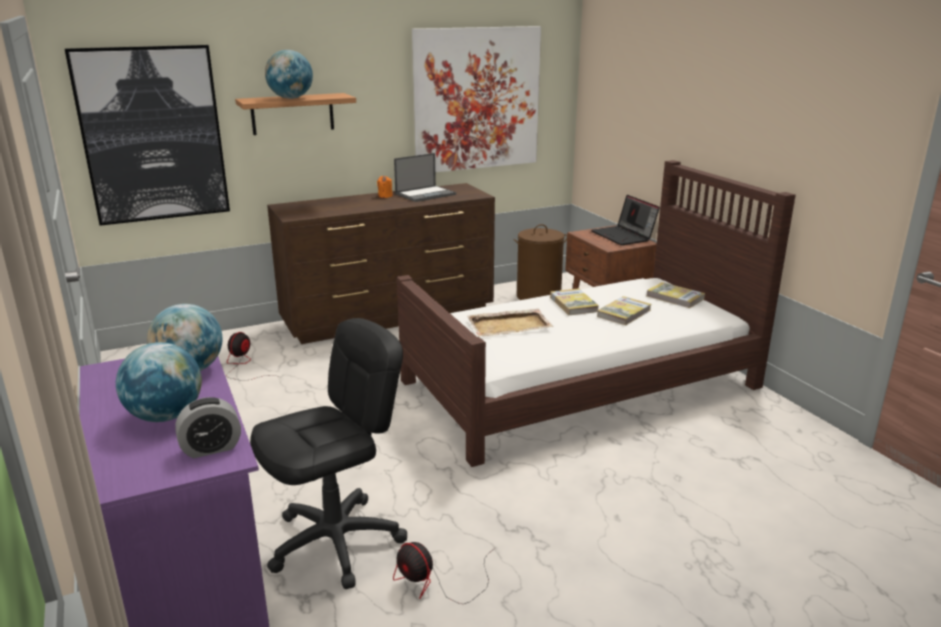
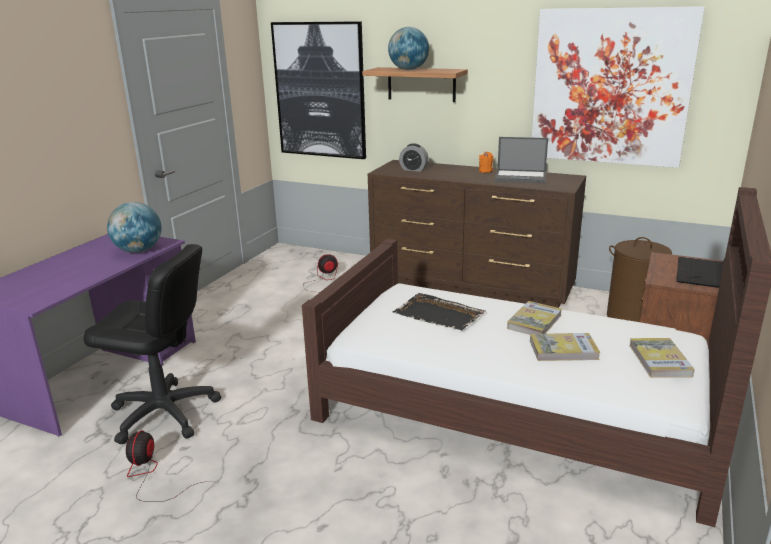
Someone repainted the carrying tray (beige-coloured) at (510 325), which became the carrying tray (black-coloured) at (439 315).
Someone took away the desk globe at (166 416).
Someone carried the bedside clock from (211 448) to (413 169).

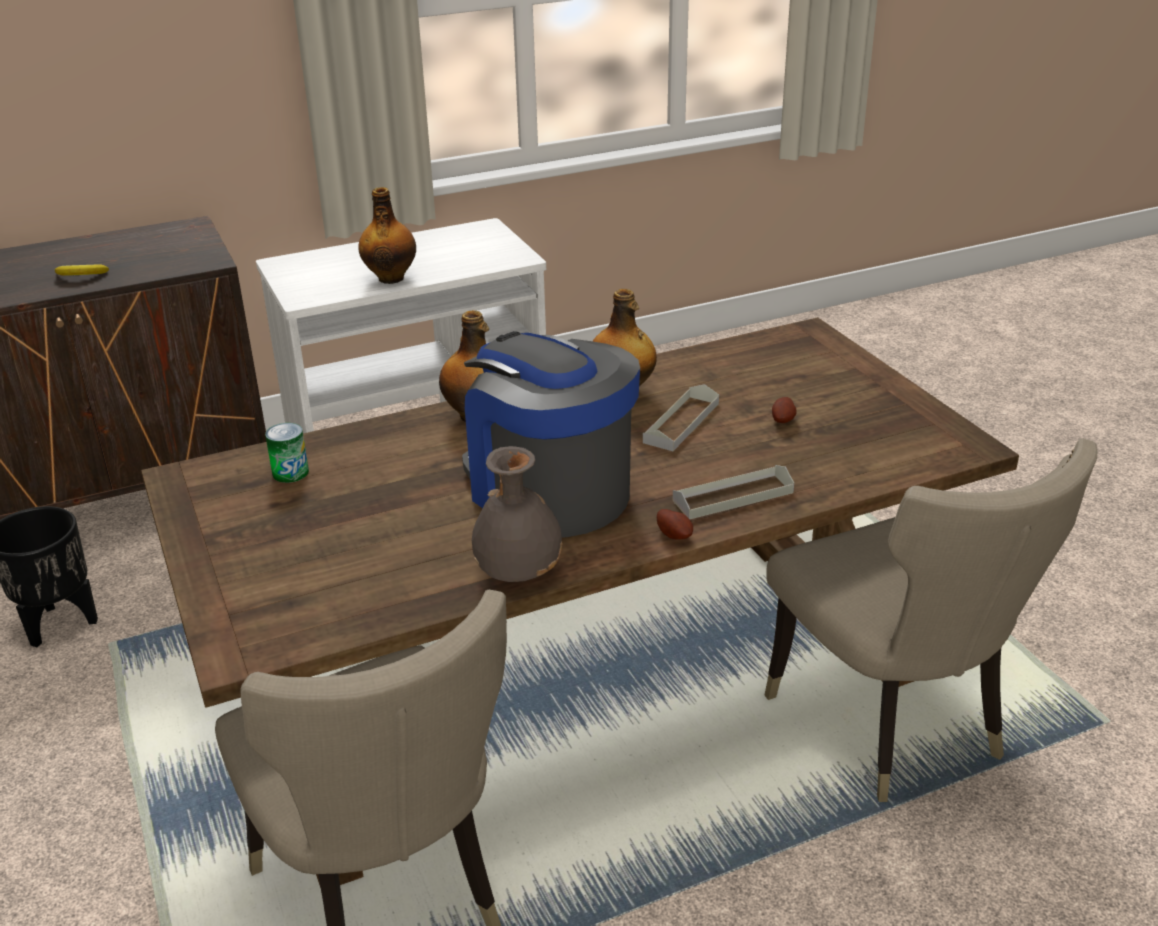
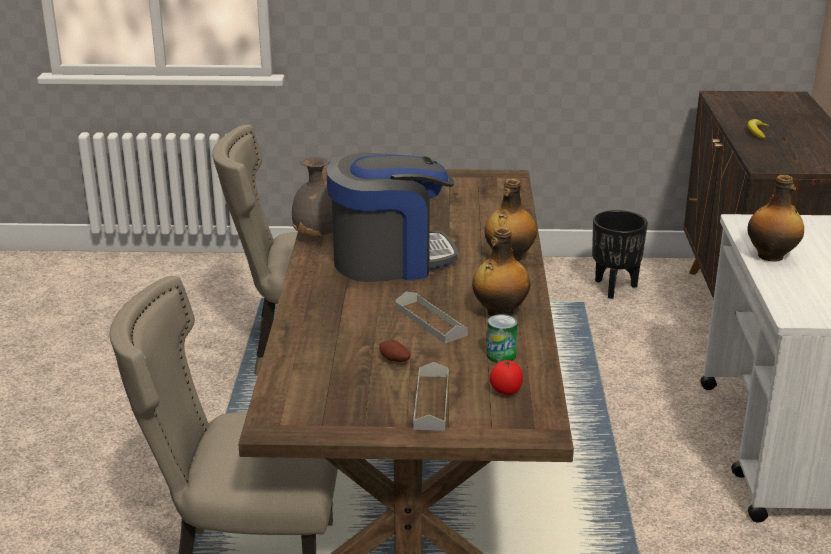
Someone carried the sealed can from (290 473) to (501 355).
Someone carried the carrying tray (gray) from (733 496) to (431 402).
Someone took away the spud at (675 535).
Someone put down the tomato at (505 392).

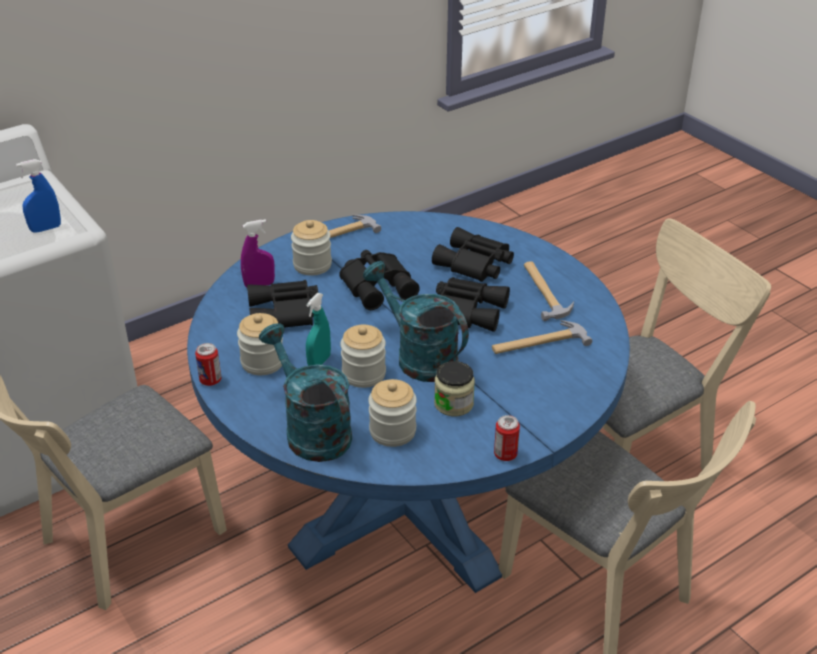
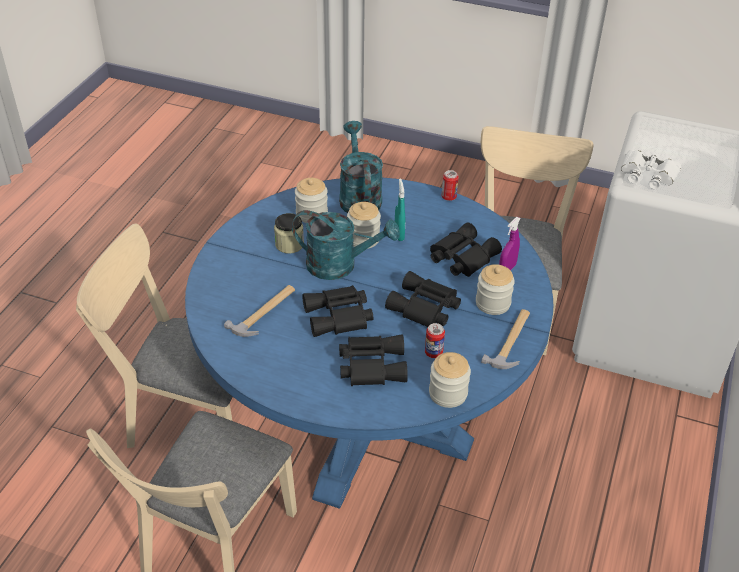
Someone swapped the spray bottle (blue) at (46 228) for the pair of binoculars (whitish) at (647 175).
Someone took away the tool hammer at (544 292).
Someone carried the preserve jar from (262 362) to (448 393).
Someone rotated the sprinkling can (turquoise) at (311 430) by 120 degrees counterclockwise.
Someone carried the sealed can from (505 454) to (433 353).

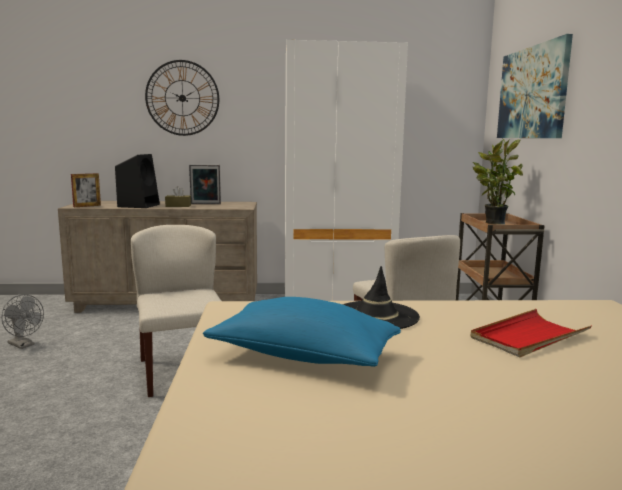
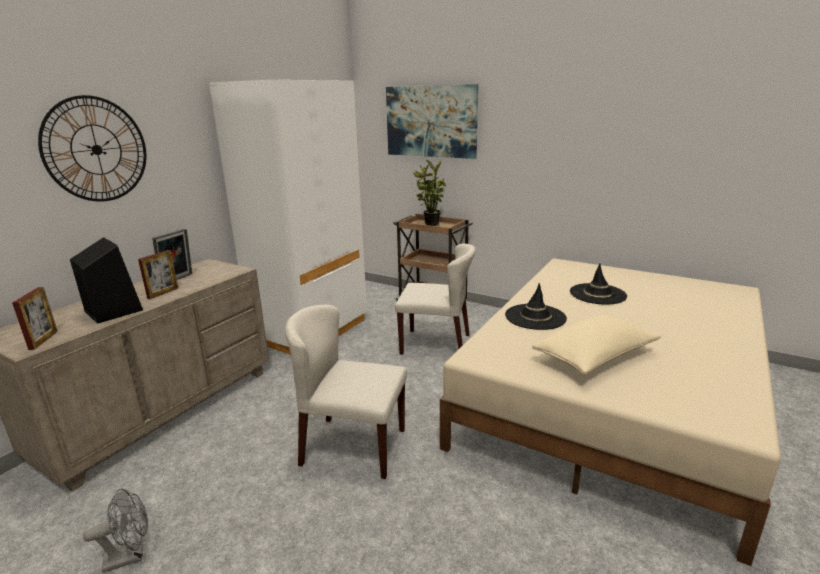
Someone swapped the tissue holder (brown) at (178 206) for the standing frame at (163 293).
Someone repainted the throw pillow (blue) at (303 357), which became the throw pillow (beige-coloured) at (595 357).
Someone swapped the carrying tray (red-coloured) at (528 337) for the clothing hat (black-coloured) at (597 294).

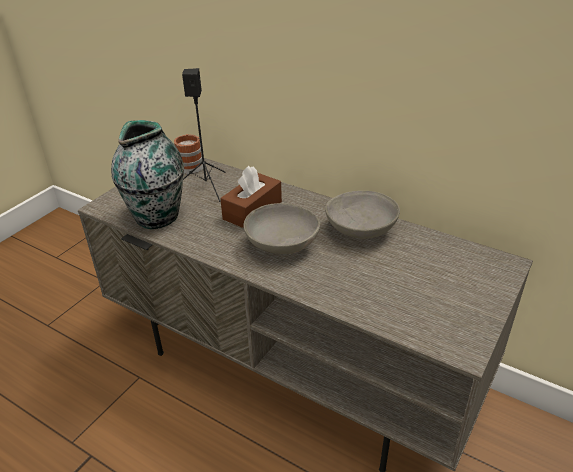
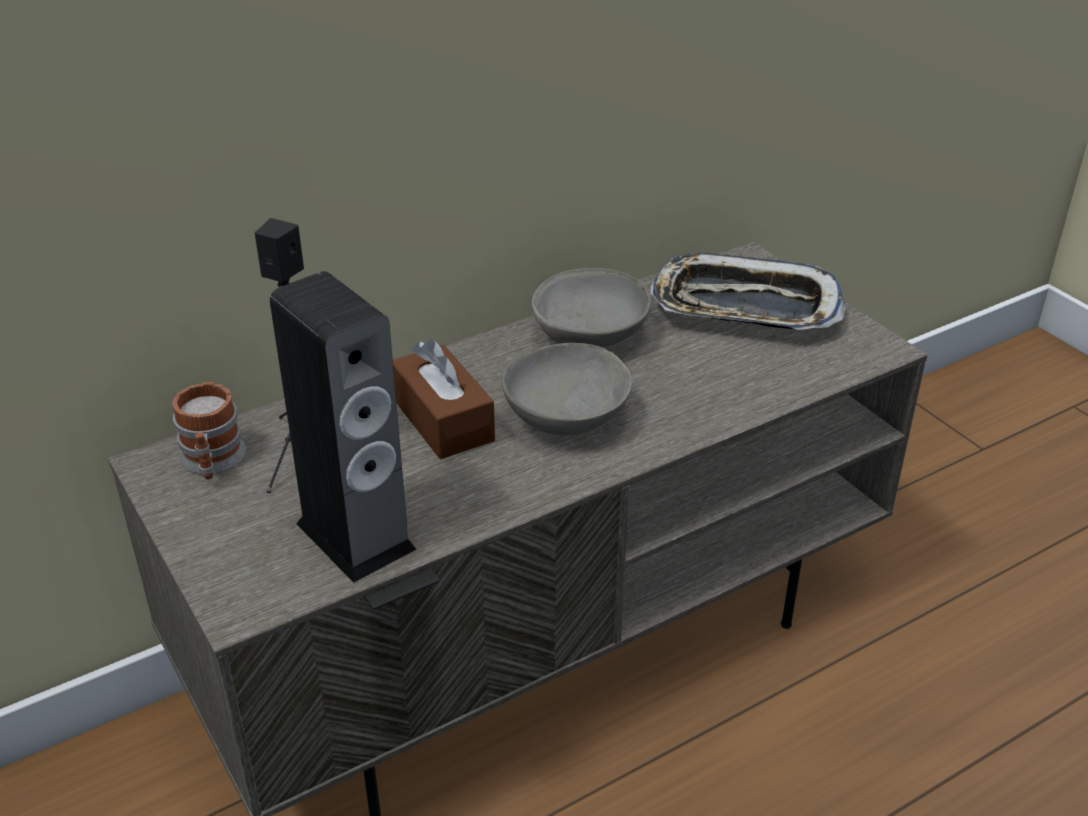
Someone swapped the flower vase at (157 216) for the loudspeaker at (355 536).
Someone put down the carrying tray at (744 306).

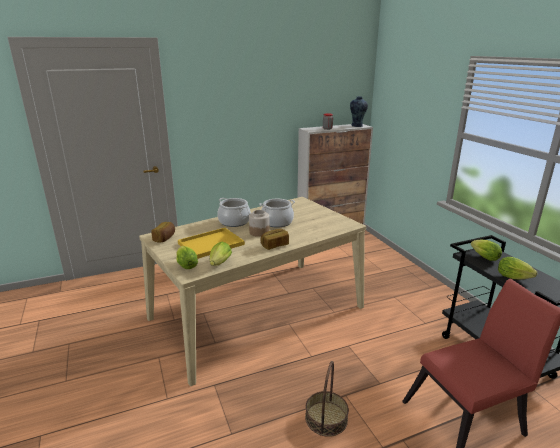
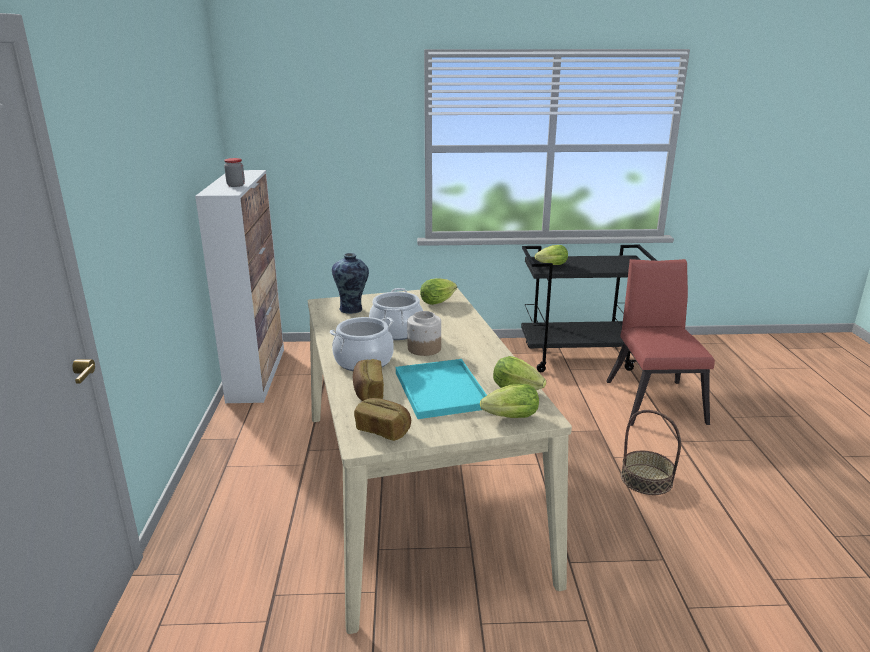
Someone carried the flower vase from (357 126) to (352 309).
Someone repainted the carrying tray (yellow-coloured) at (212 243), which became the carrying tray (turquoise) at (439 389).
Someone carried the bakery bread from (274 245) to (368 391).
Someone carried the lettuce from (515 278) to (439 301).

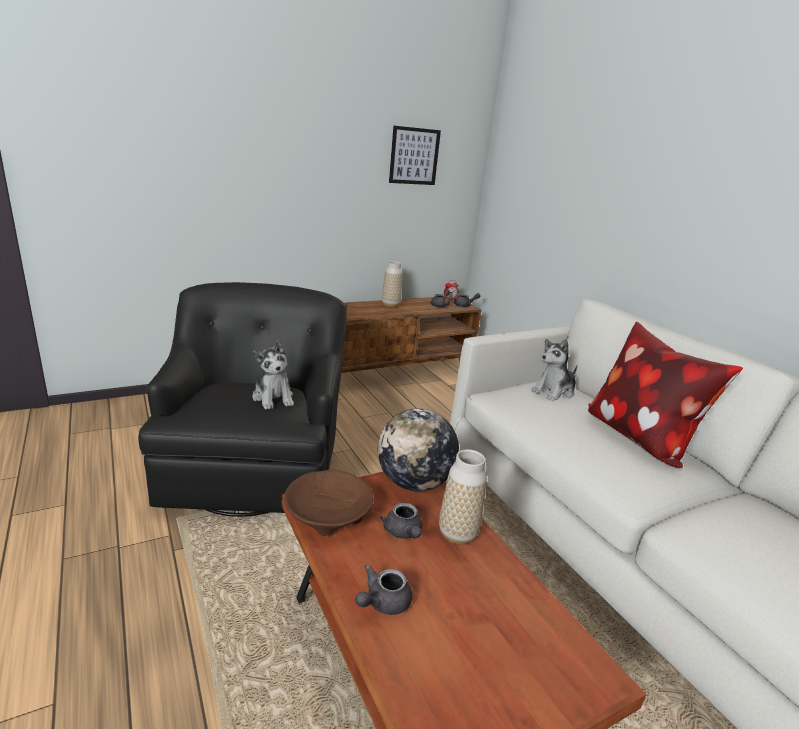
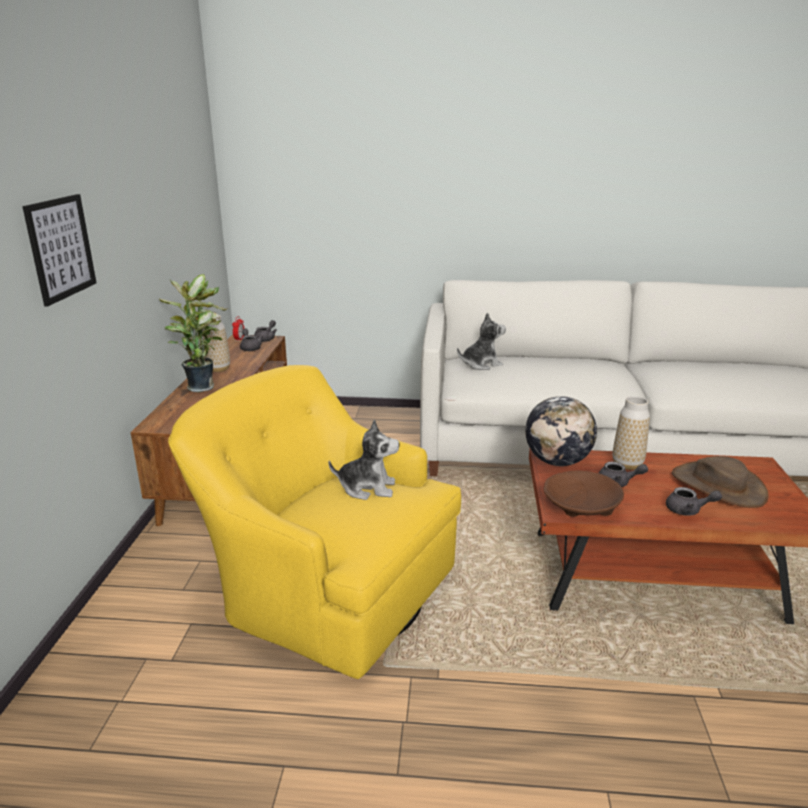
Someone carried the wall picture from (414 156) to (61 248).
Someone repainted the easy chair (black-coloured) at (254 463), which became the easy chair (yellow-coloured) at (326 588).
Someone took away the throw pillow at (639 437).
Someone rotated the soft toy at (554 392) by 105 degrees counterclockwise.
Someone rotated the pot for tea (gray) at (382 602) by 60 degrees counterclockwise.
Someone put down the plant in a pot at (202 386).
Someone put down the clothing hat (brown) at (718 486).

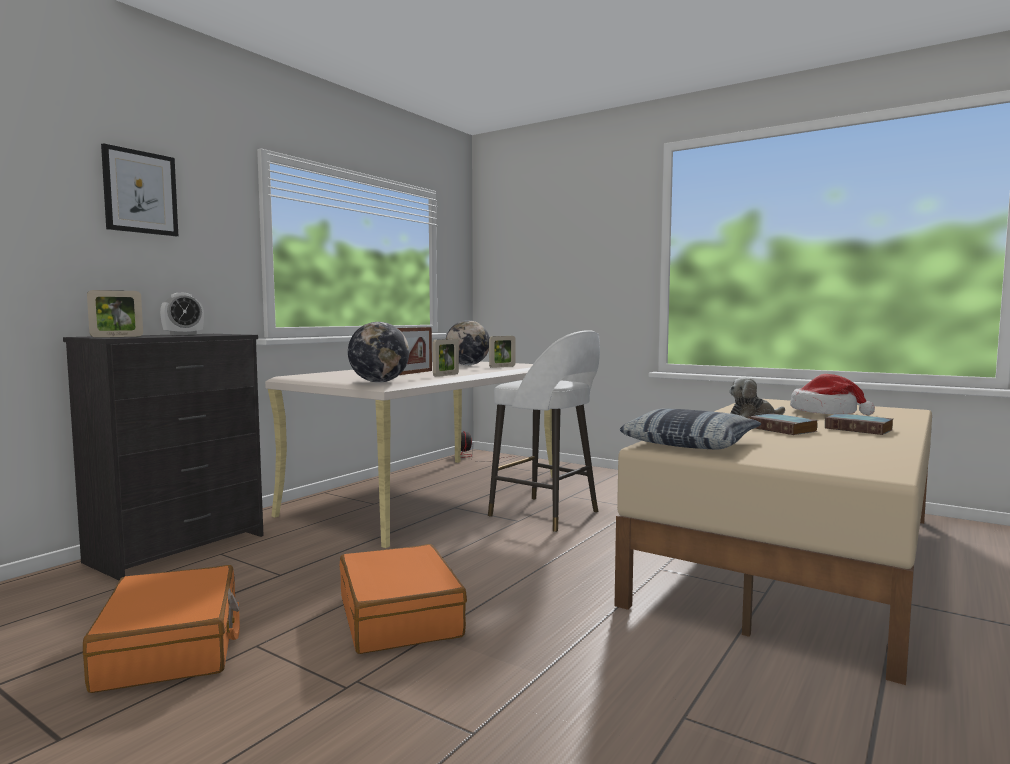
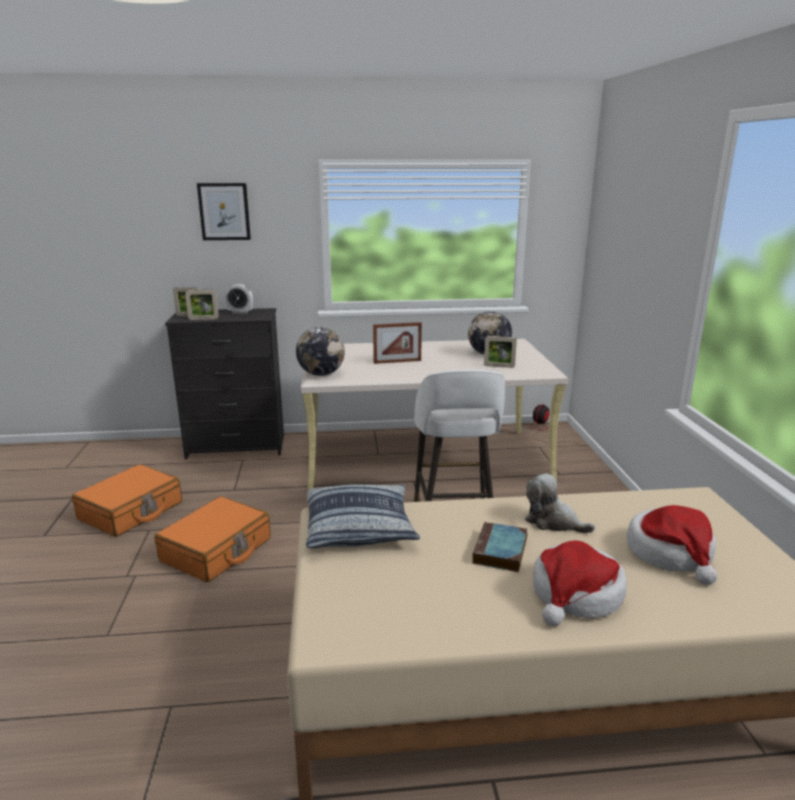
Someone carried the standing frame from (446 375) to (203 319).
Someone swapped the book at (860 429) for the clothing hat at (575 595).

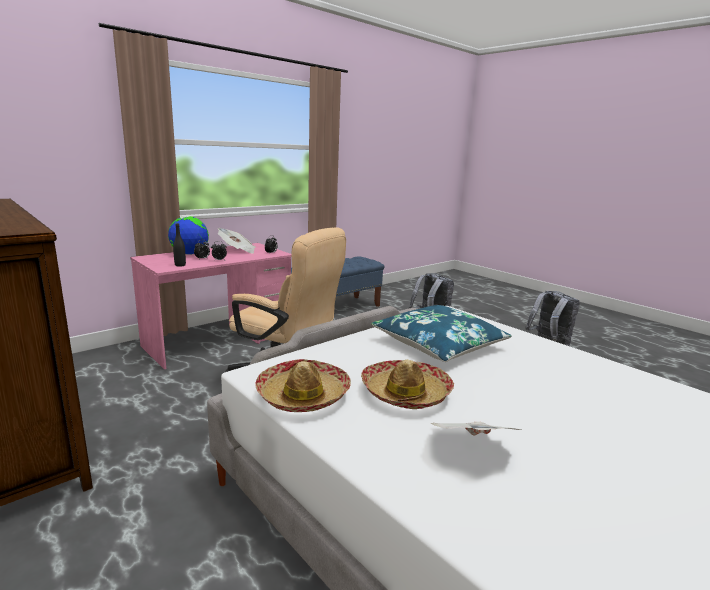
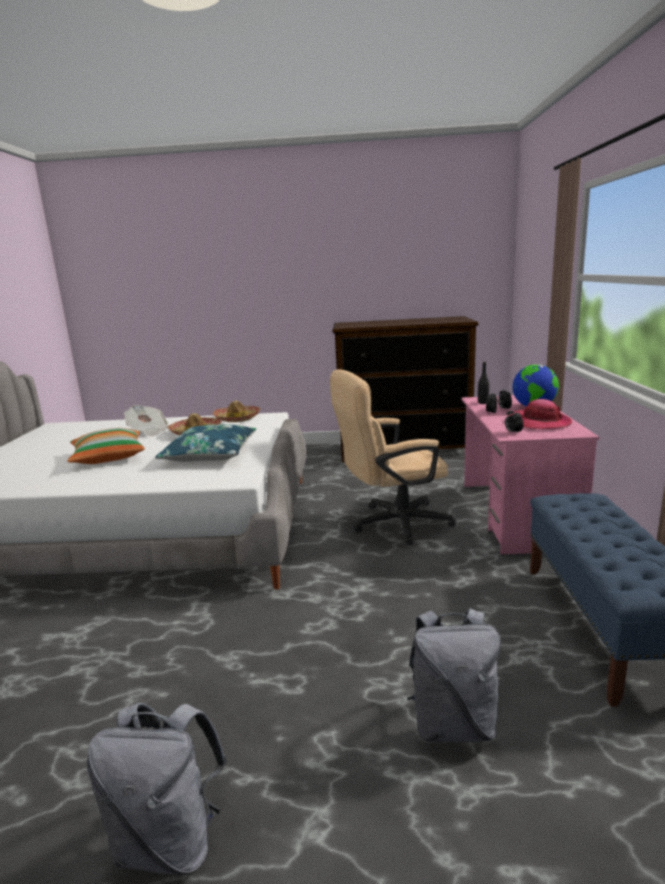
Someone swapped the newspaper at (237 251) for the clothing hat at (539 422).
Someone put down the throw pillow at (108 457).

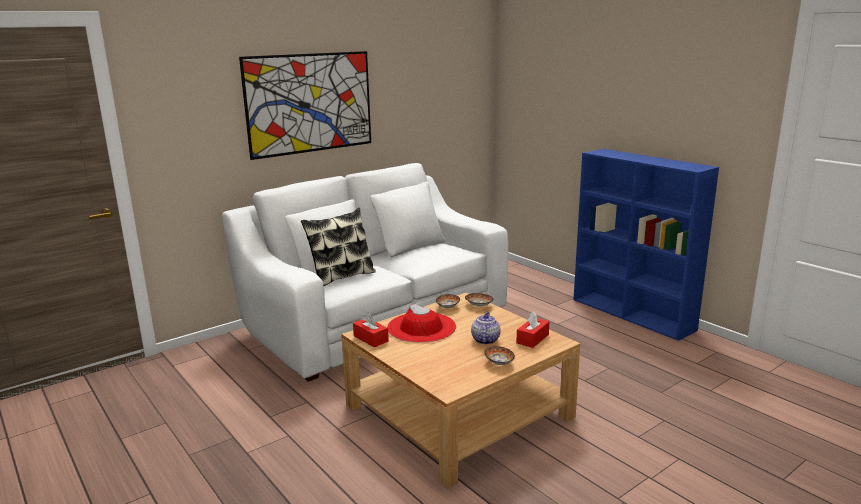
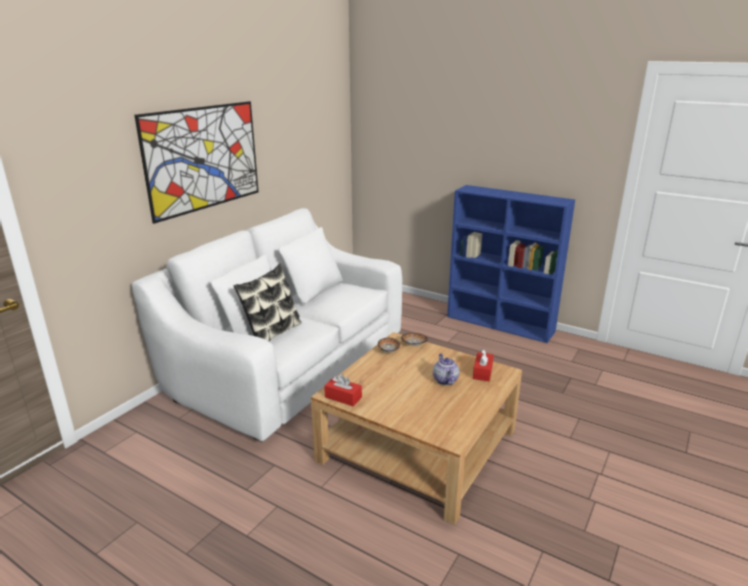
Someone took away the clothing hat (red-coloured) at (421 327).
Someone took away the deep dish at (499 363).

